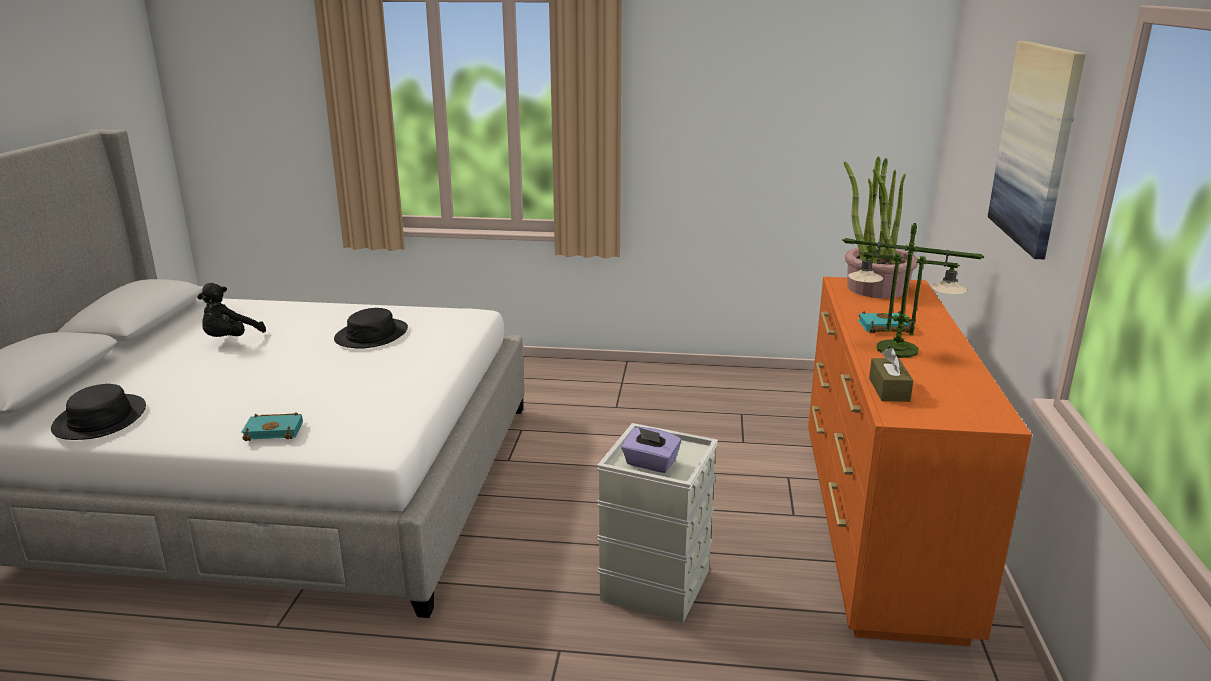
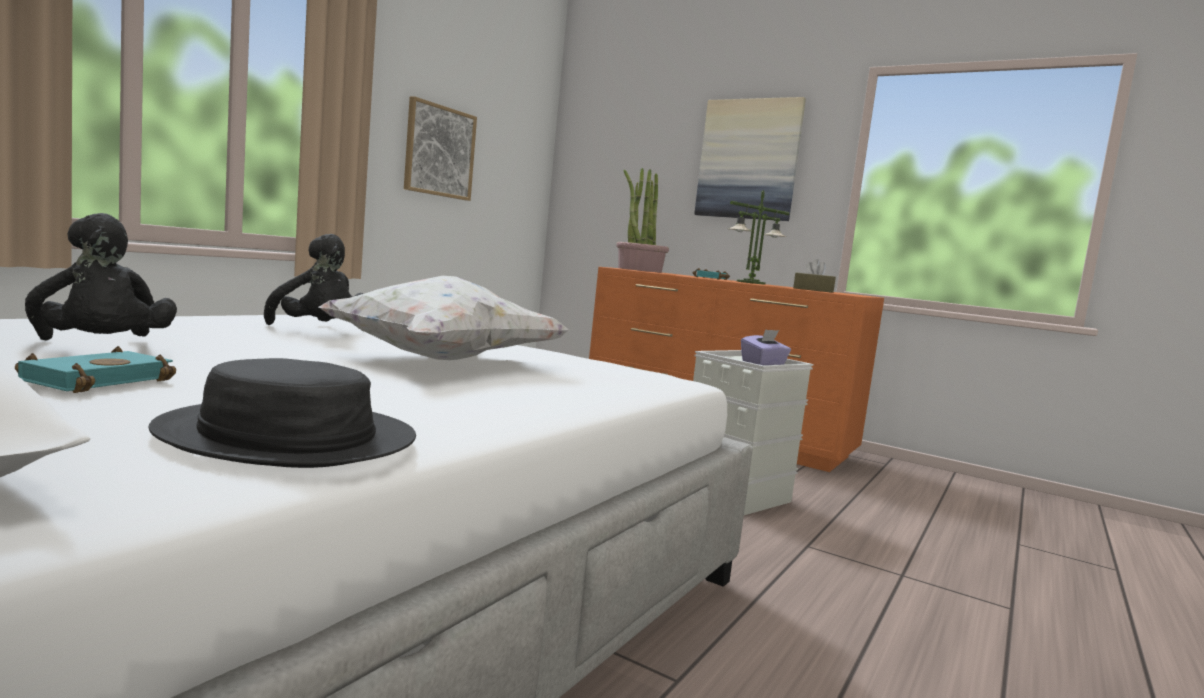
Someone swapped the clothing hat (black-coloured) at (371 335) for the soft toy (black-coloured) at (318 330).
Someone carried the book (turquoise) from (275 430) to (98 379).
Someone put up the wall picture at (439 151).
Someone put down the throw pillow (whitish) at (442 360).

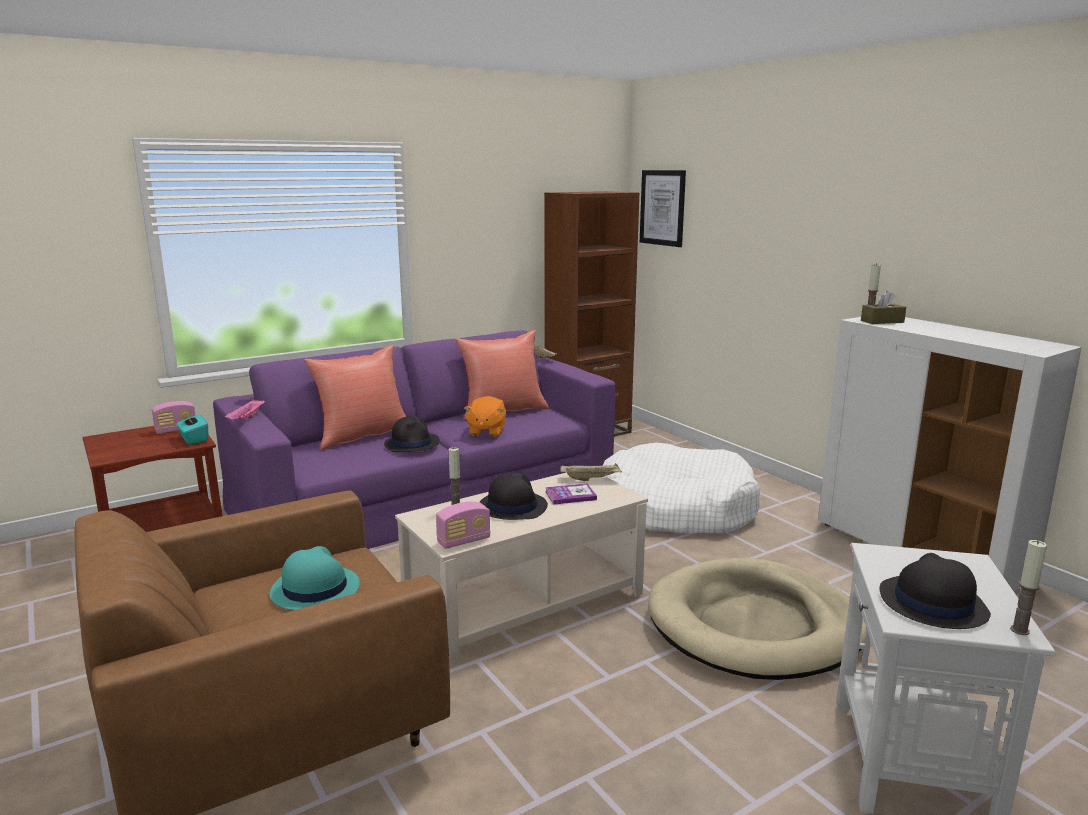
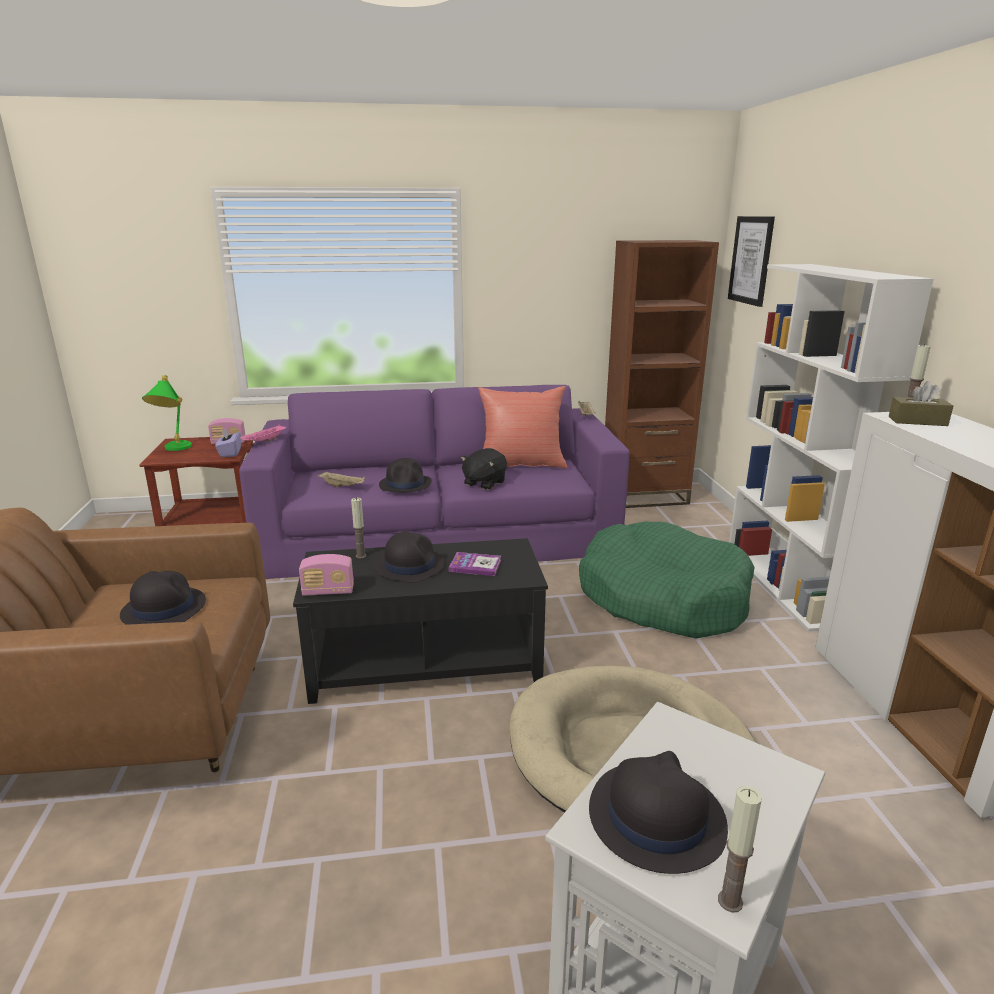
Someone took away the throw pillow (red-coloured) at (362 435).
Someone repainted the soft toy (orangey) at (486 432), which became the soft toy (black-coloured) at (484 483).
Someone repainted the tissue holder (turquoise) at (194 439), which became the tissue holder (purplish) at (230 453).
Someone repainted the dog bed (whitish) at (676 509), which became the dog bed (green-coloured) at (662 597).
Someone carried the carrying tray (beige-coloured) from (591 479) to (343 486).
Someone repainted the lounge table (beige-coloured) at (525 603), which became the lounge table (black-coloured) at (425 661).
Someone repainted the clothing hat (turquoise) at (314 589), which became the clothing hat (black-coloured) at (163 608).
Someone put down the bookcase (whitish) at (786 585).
Someone put down the tabletop lamp (green-coloured) at (173 450).

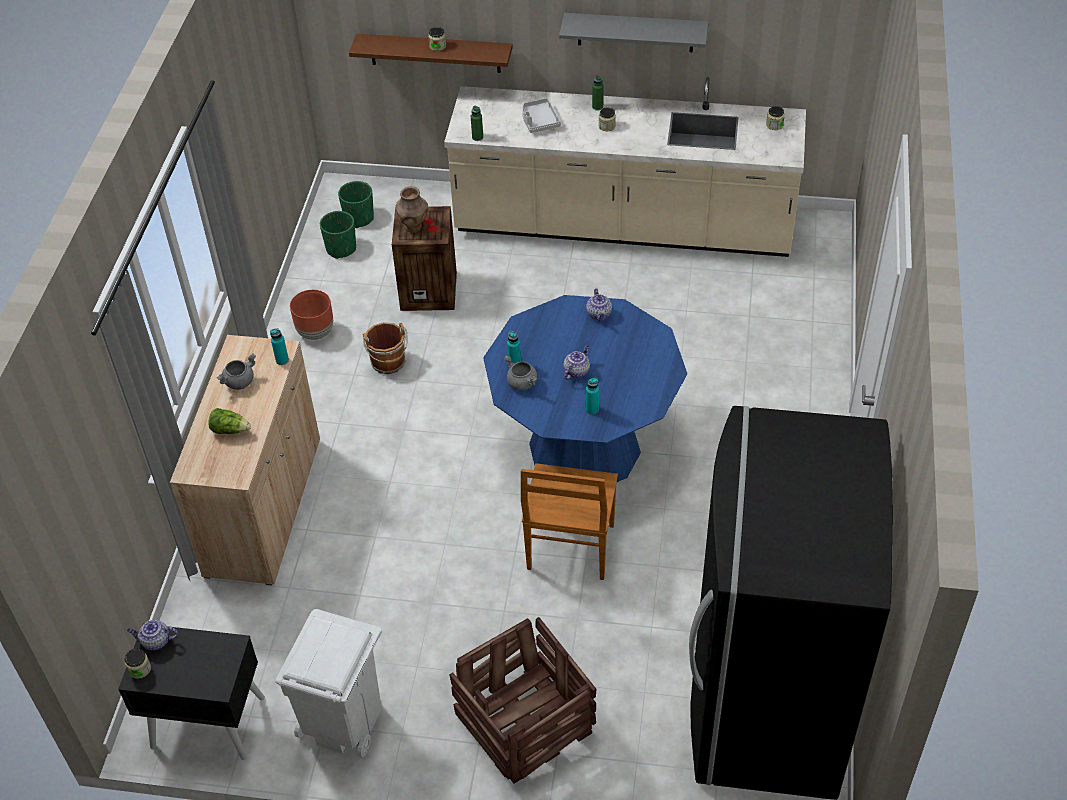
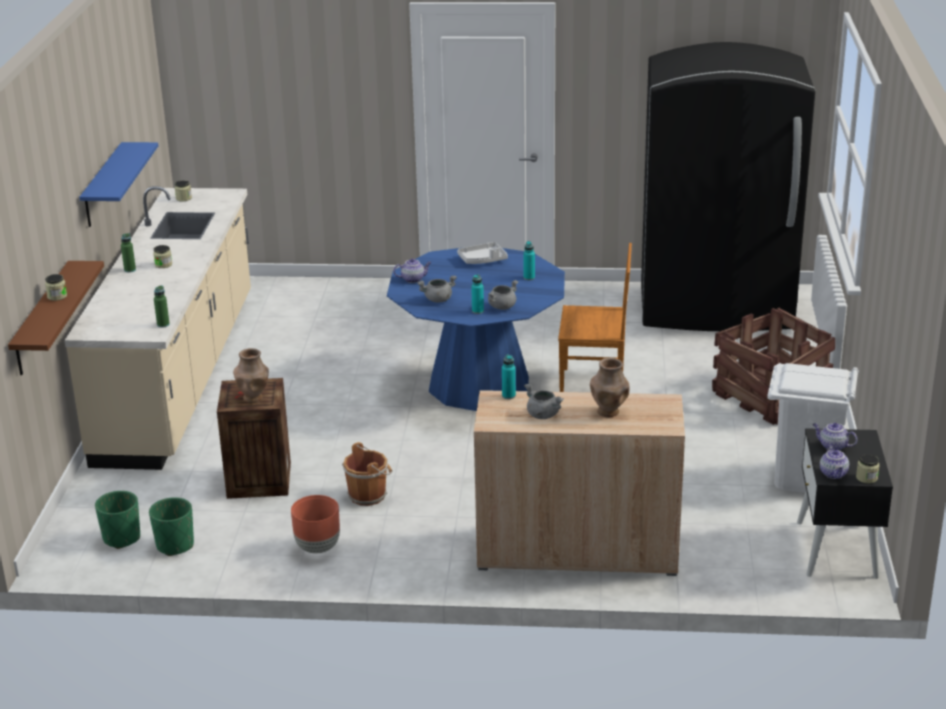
Someone repainted the shelf (gray) at (635 32), which became the shelf (blue) at (103 185).
Someone carried the carrying tray (gray) from (539 121) to (483 260).
Someone carried the pot for tea from (576 371) to (832 446).
Someone swapped the lettuce at (230 430) for the flower vase (brown) at (608 412).
Someone put down the cooking pot (gray) at (438 300).

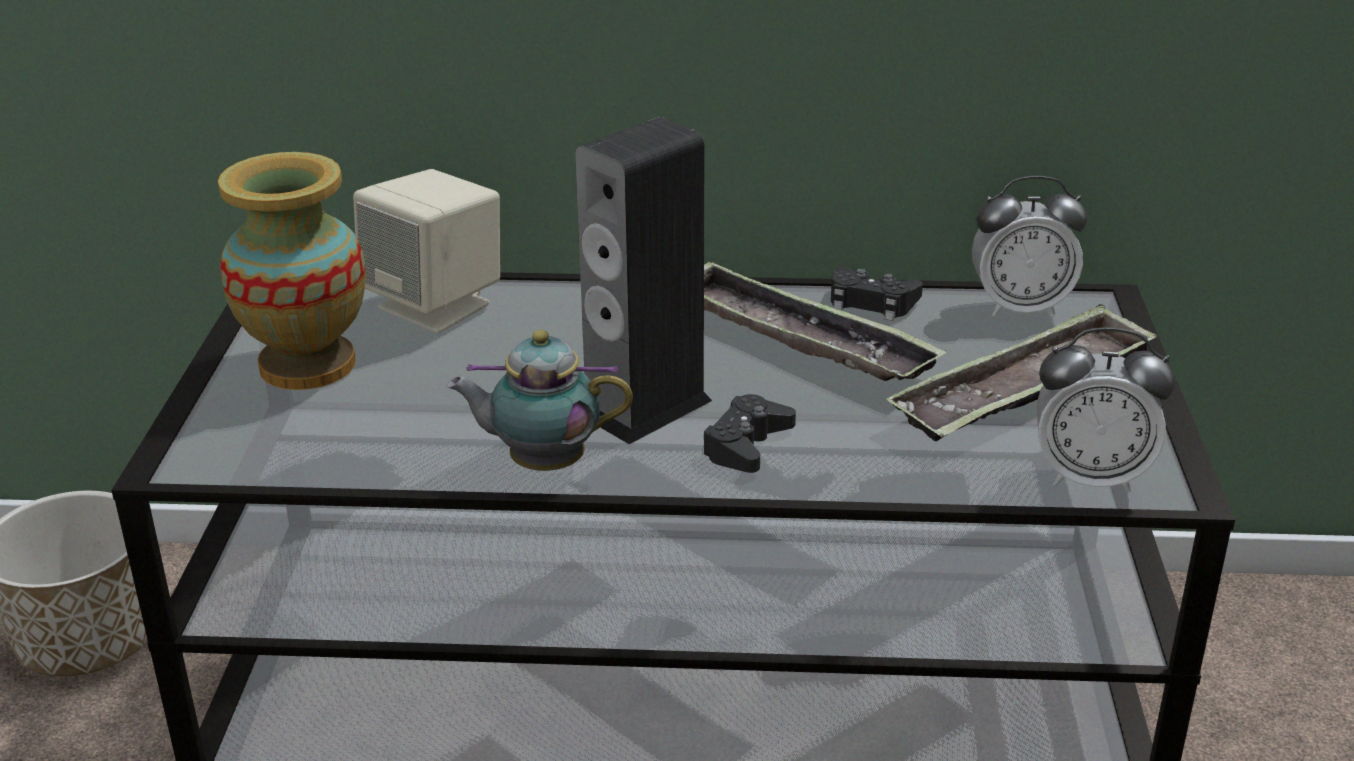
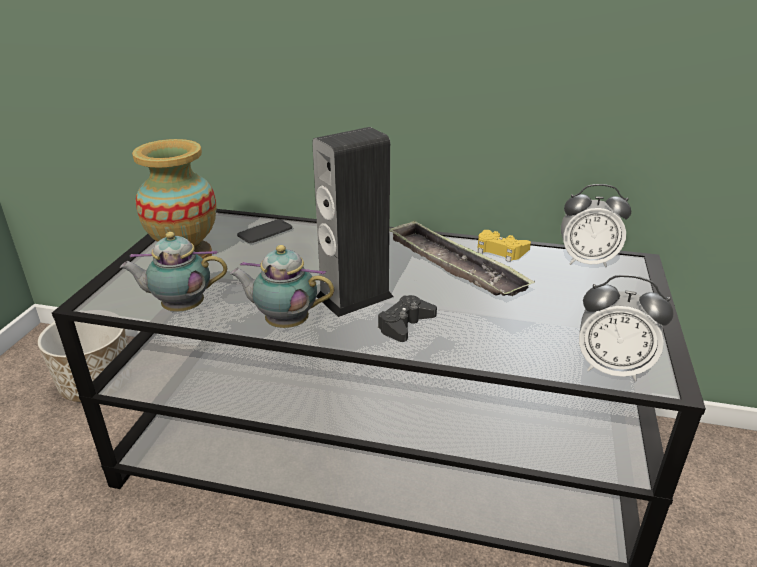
Someone swapped the loudspeaker (beige-coloured) at (436 306) for the telephone at (265 232).
Someone repainted the joypad (black-coloured) at (871 302), which became the joypad (yellow-coloured) at (500 250).
Someone took away the carrying tray at (1024 389).
Someone put down the pot for tea at (181 308).

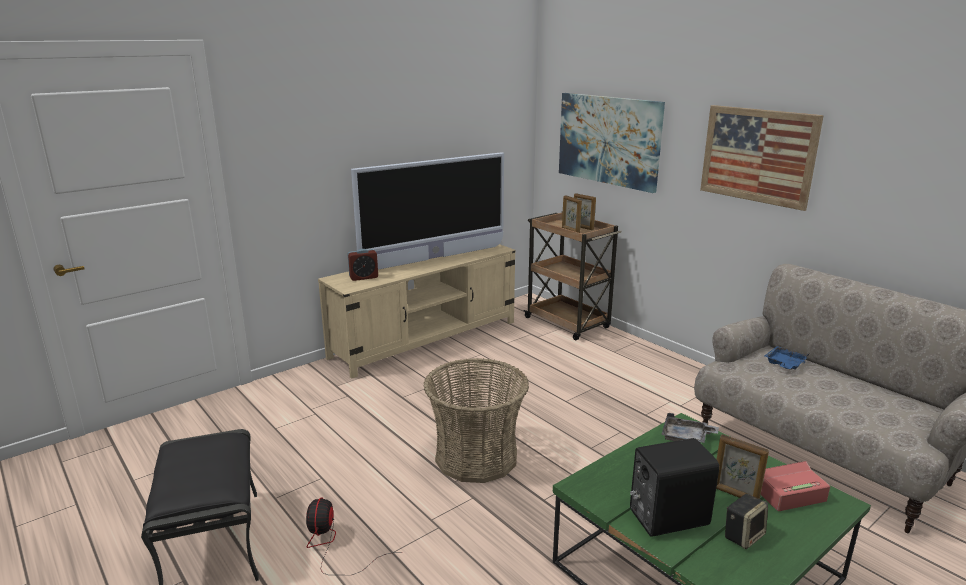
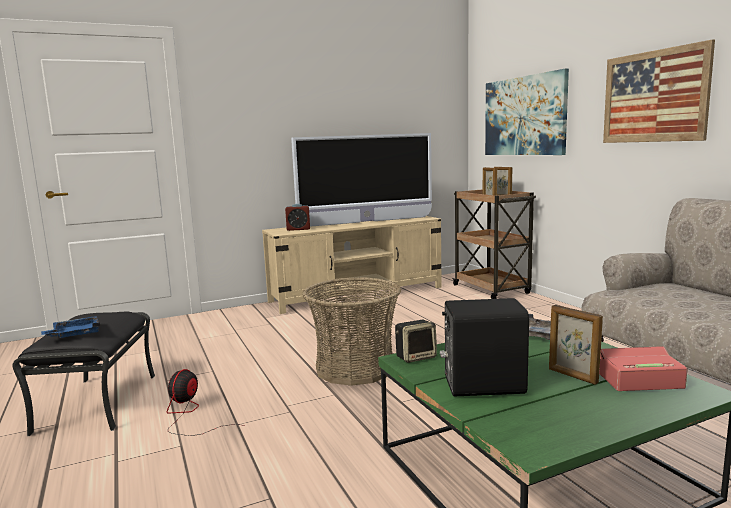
Someone carried the carrying tray (blue) from (784 364) to (75 334).
Someone carried the loudspeaker from (743 535) to (416 357).

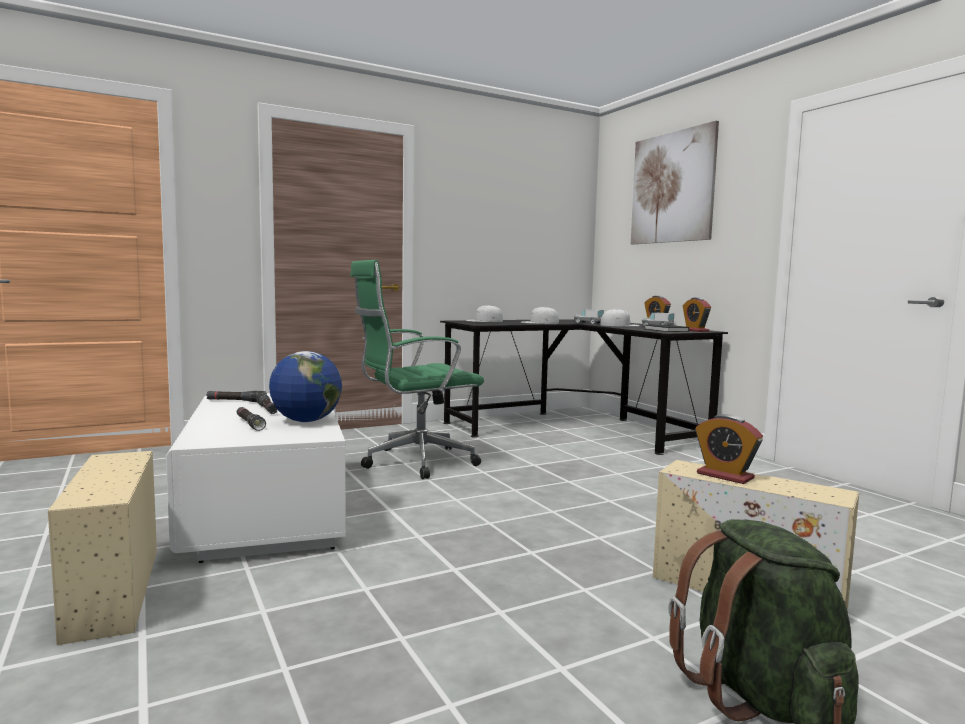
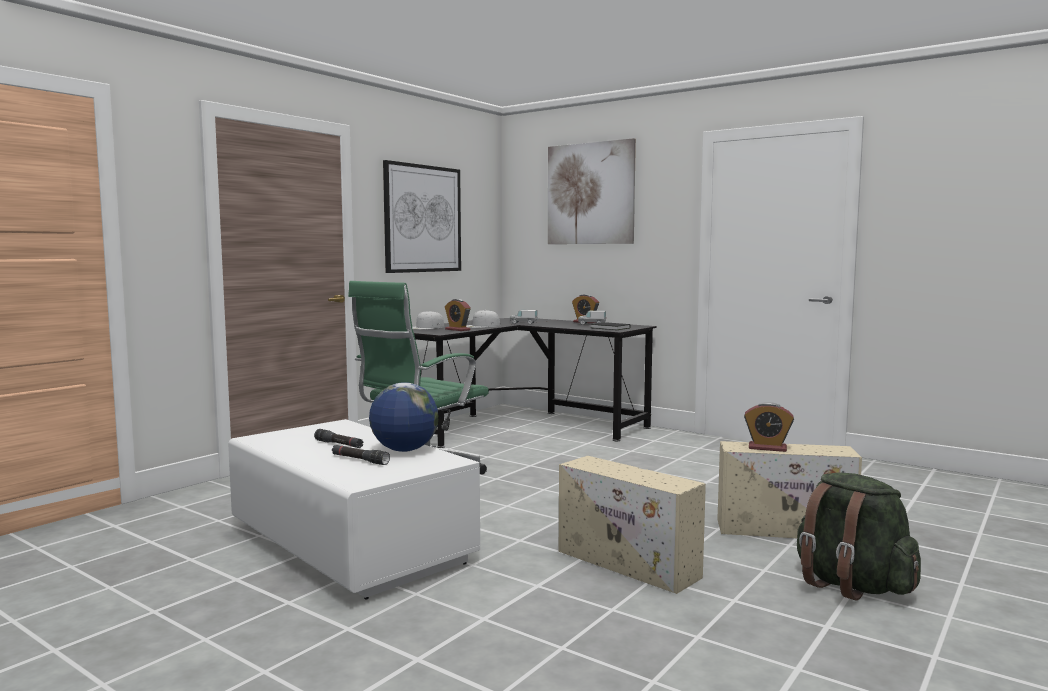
Someone carried the bedside clock from (695 330) to (457 329).
Someone took away the baseball cap (whitish) at (620 325).
Someone took away the flashlight (black-coloured) at (236 401).
Someone carried the storage box (beige-coloured) from (113 592) to (629 565).
Someone put up the wall picture at (423 219).

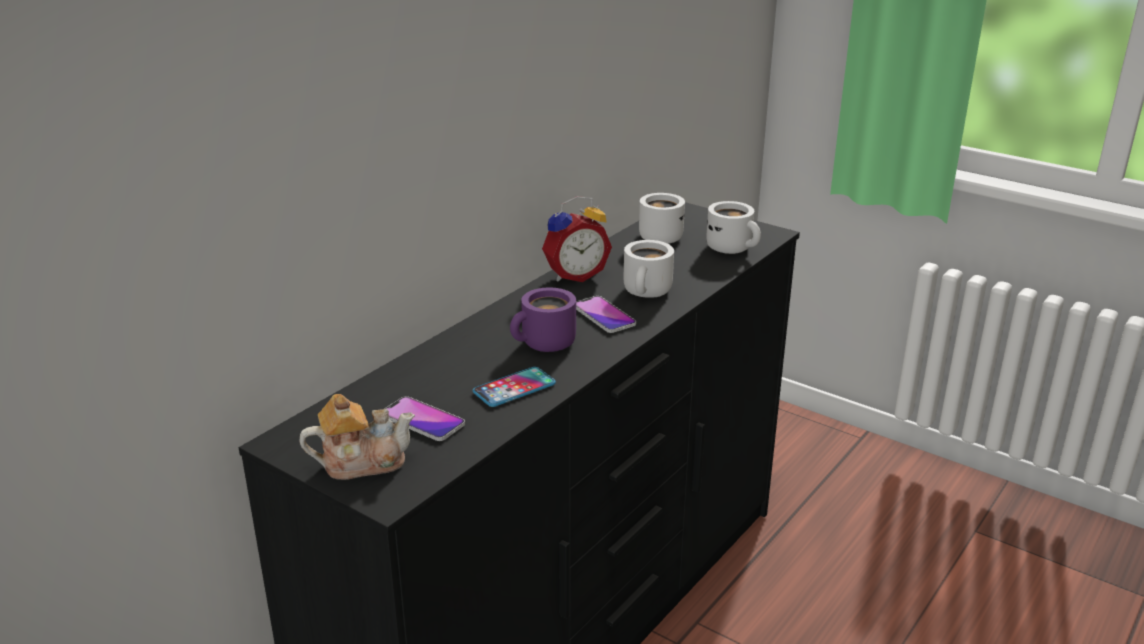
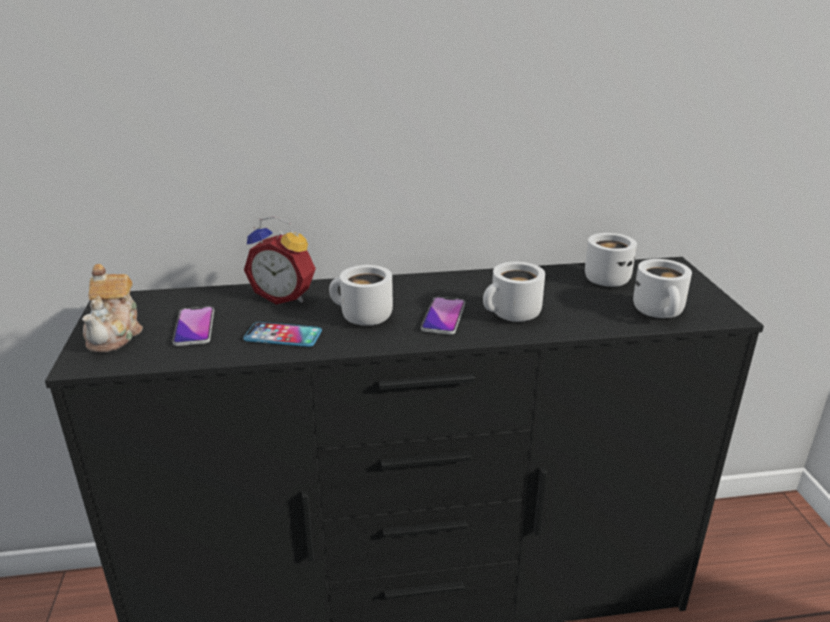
Someone carried the bedside clock from (574 275) to (285 296).
Someone repainted the mug (purplish) at (545 345), which became the mug (whitish) at (361 317).
Someone rotated the pot for tea at (361 462) by 60 degrees clockwise.

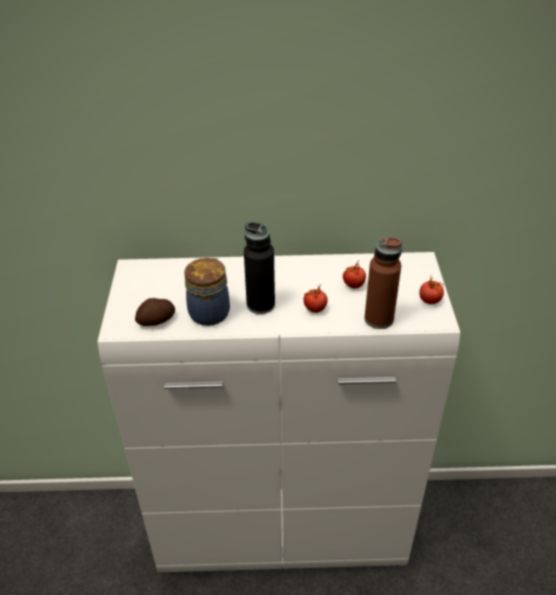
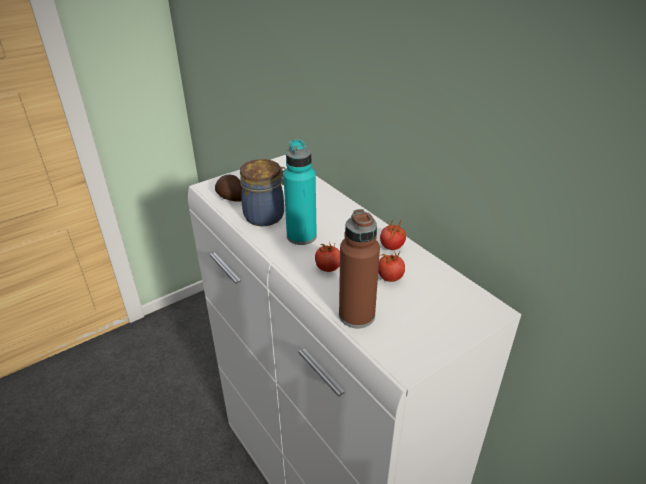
Someone repainted the bottle (black-coloured) at (260 304), which became the bottle (turquoise) at (301 236).
Someone carried the tomato from (429 301) to (392 247).

